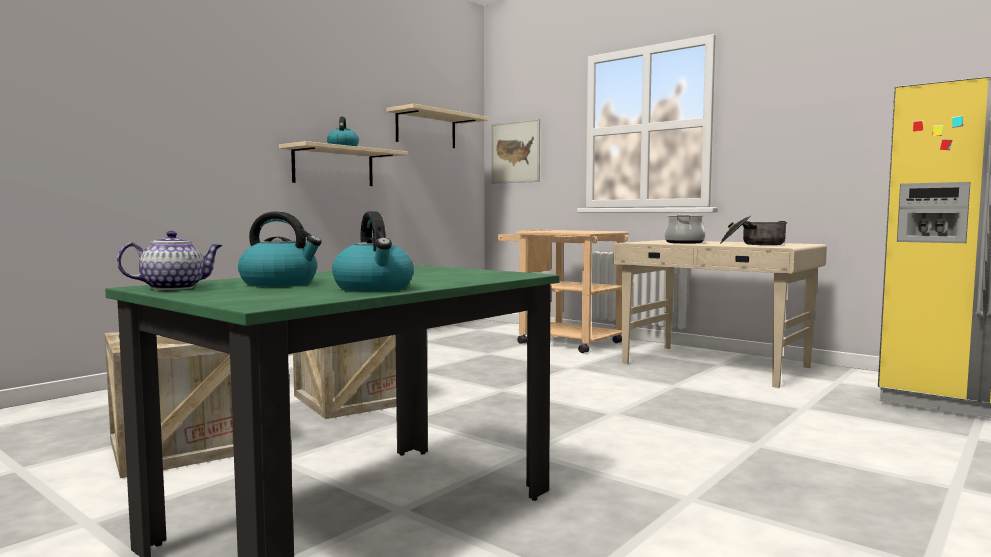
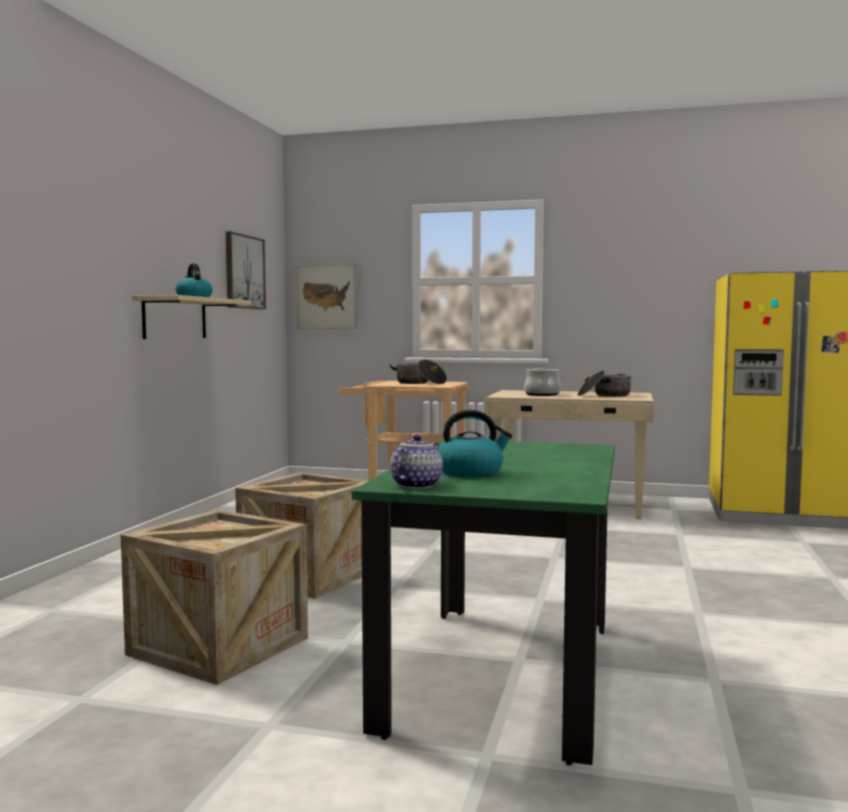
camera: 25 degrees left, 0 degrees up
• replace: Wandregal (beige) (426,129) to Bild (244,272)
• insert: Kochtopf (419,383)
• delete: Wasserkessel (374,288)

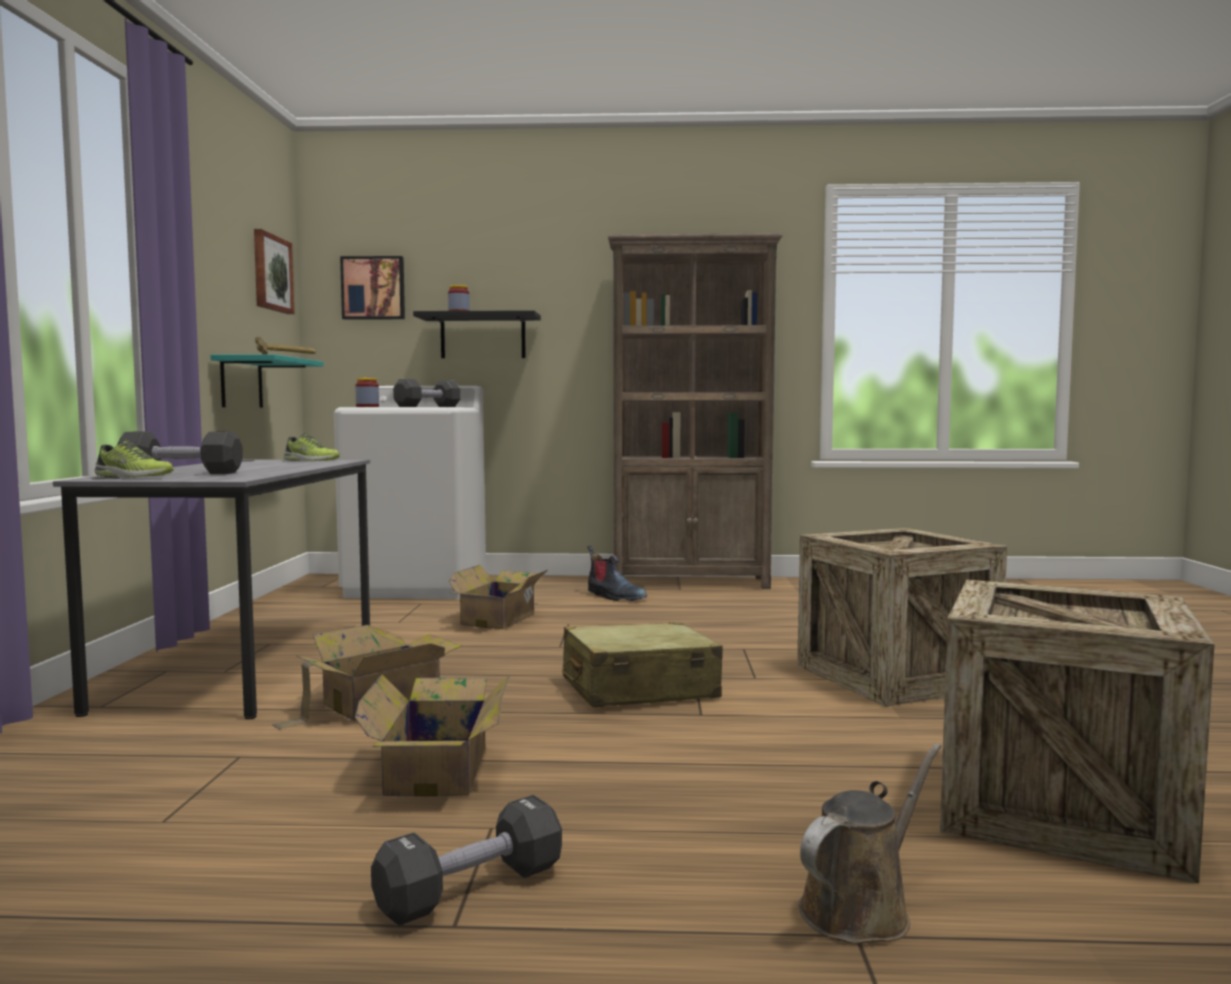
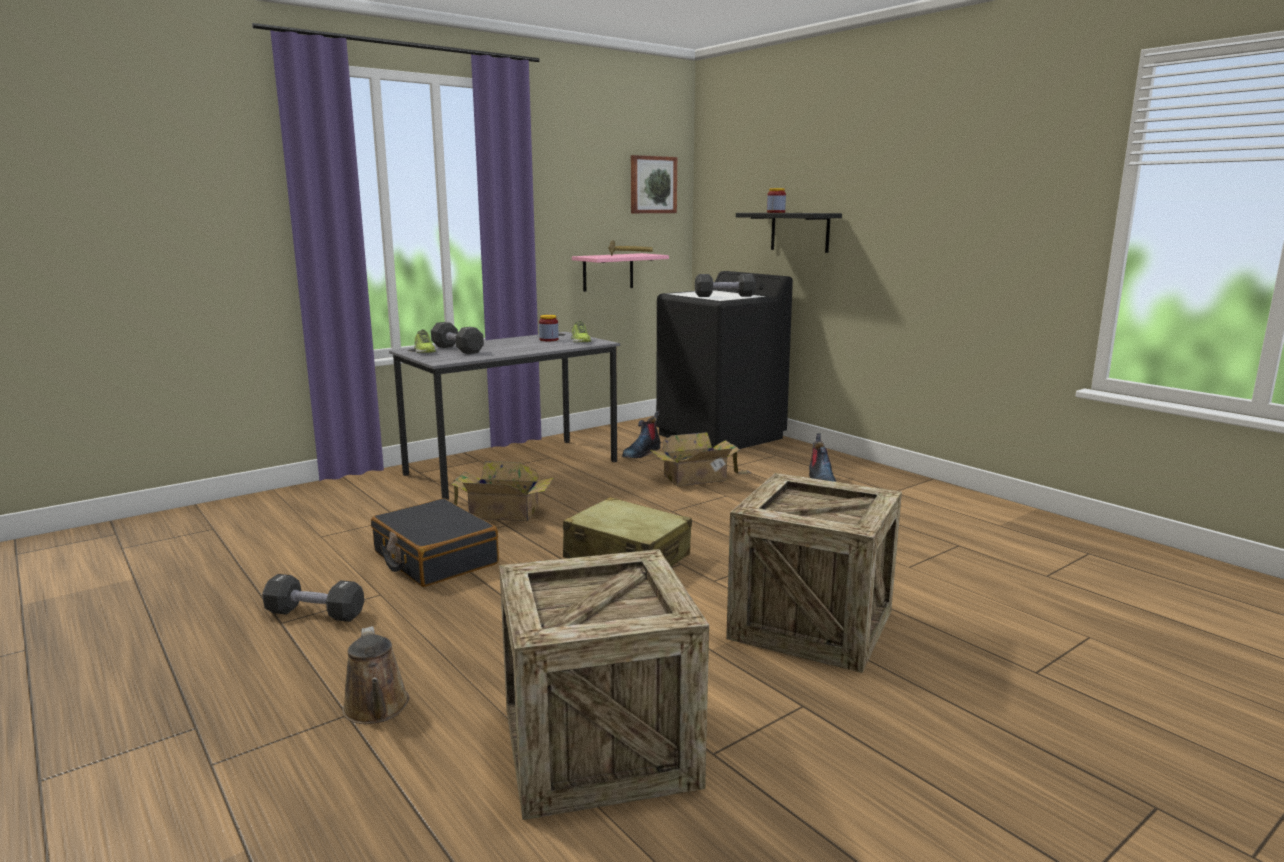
camera: 50 degrees right, 10 degrees up
• rotate: Gießkanne (braun) (861,909) = (377,709) 60 degrees clockwise
• replace: Karton (440,768) to Koffer (schwarz) (434,558)
• move: Vorratsglas (367,407) to (549,340)
• recolor: Wandregal (türkis) (241,382) to Wandregal (rosa) (608,272)
• insert: Stiefel (641,453)
• recolor: Waschmaschine (weiß) (417,586) to Waschmaschine (schwarz) (720,436)
• delete: Bild (373,288)
• delete: Bücherregal (braun) (691,582)

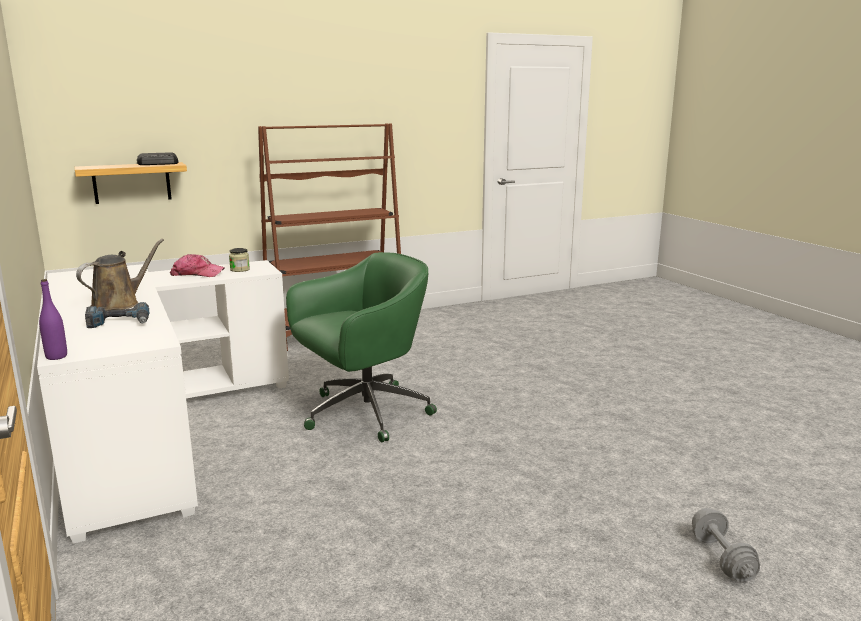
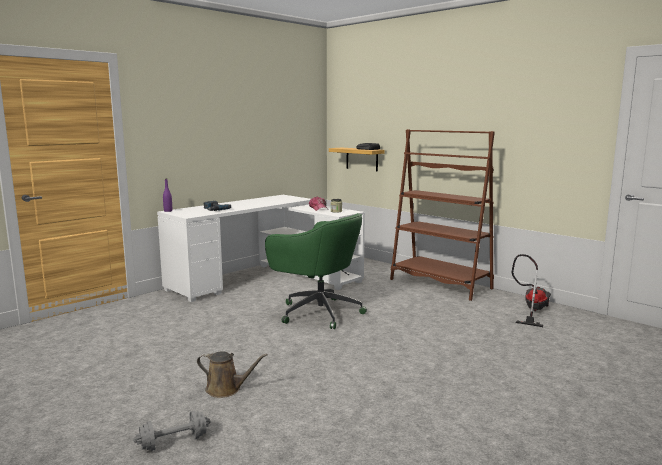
camera: 70 degrees right, 5 degrees down
• move: Gießkanne (braun) (119,303) to (226,389)
• insert: Staubsauger (531,310)

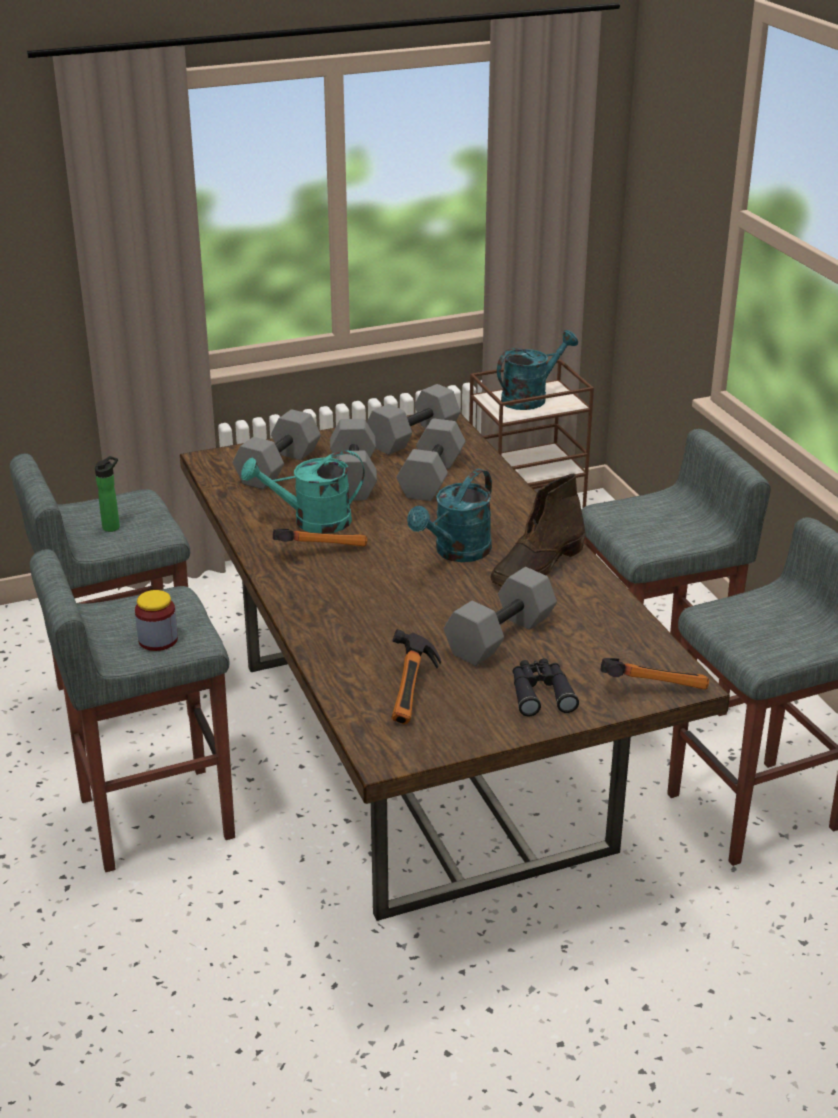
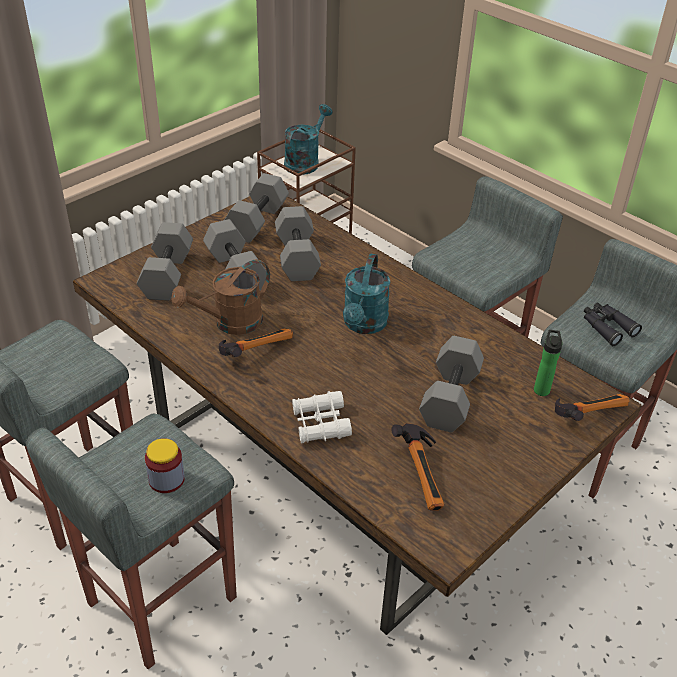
camera: 25 degrees left, 10 degrees up
• recolor: Gießkanne (türkis) (312,522) to Gießkanne (braun) (230,323)
• insert: Fernglas (weiß) (320,423)
• move: Flasche (113,526) to (541,389)
• move: Fernglas (schwarz) (540,693) to (606,327)
• delete: Stiefel (braun) (537,566)

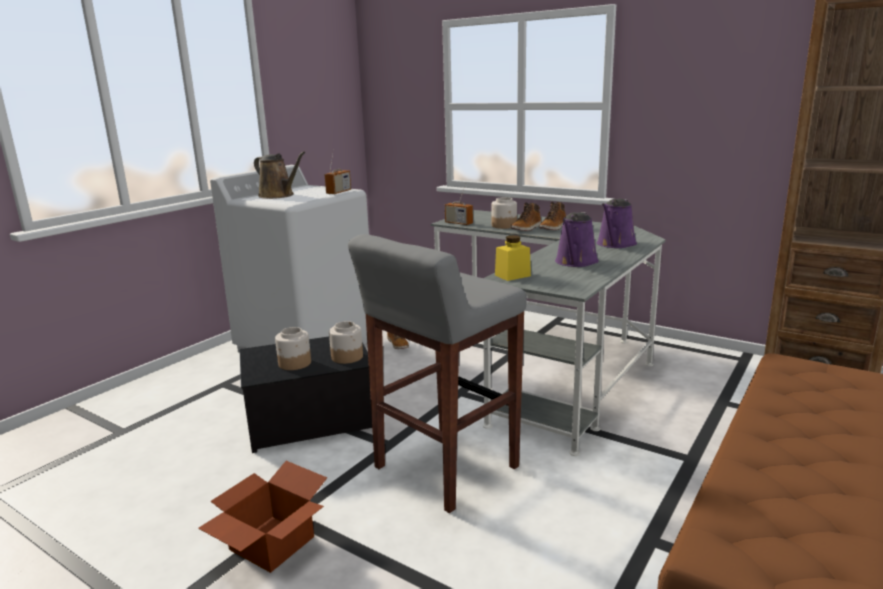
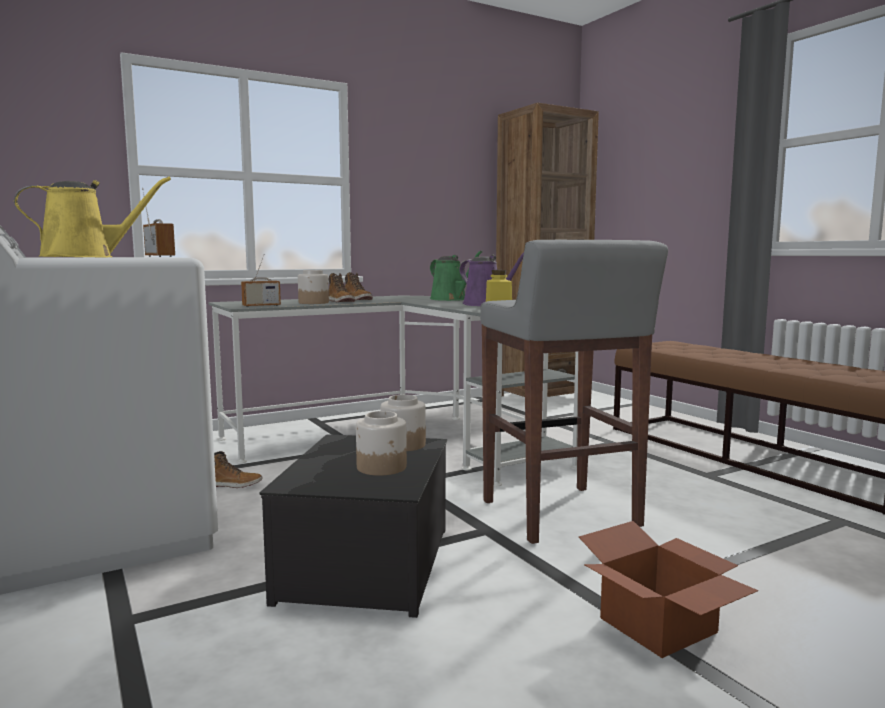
camera: 65 degrees left, 10 degrees down
• recolor: Gießkanne (braun) (278,195) to Gießkanne (gelb) (85,257)
• recolor: Gießkanne (lila) (615,244) to Gießkanne (grün) (450,299)

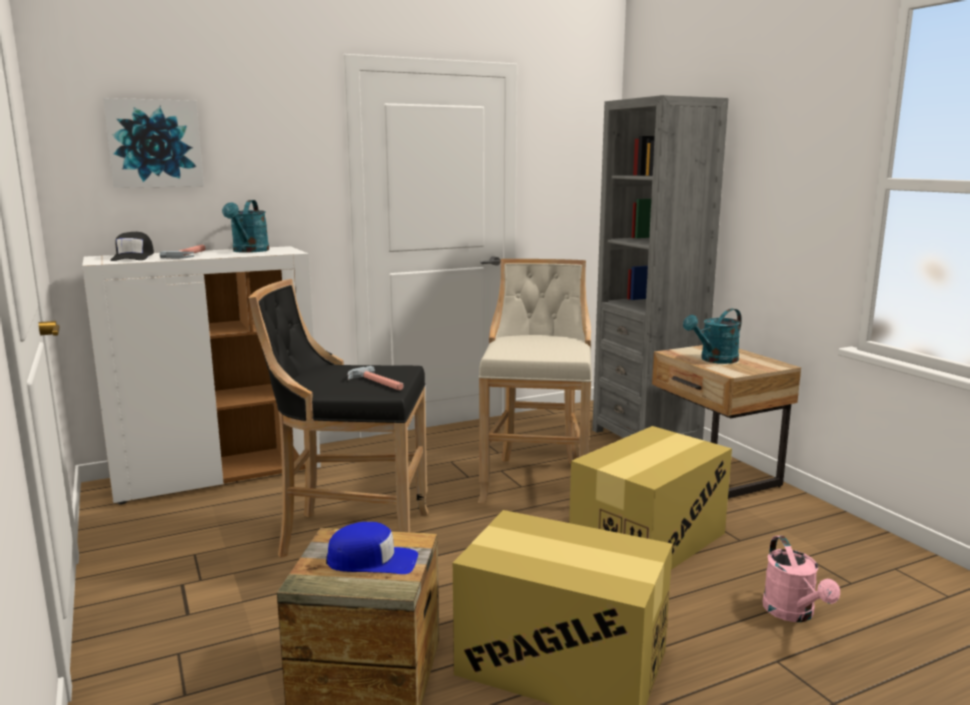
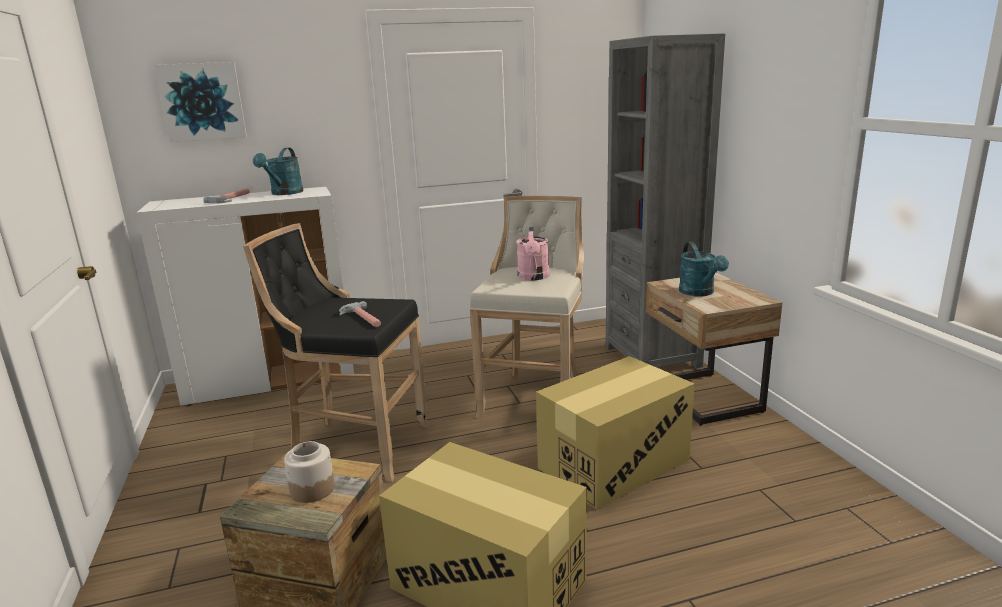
camera: 10 degrees right, 5 degrees up
• replace: Kappe (blau) (372,561) to Vorratsglas (312,489)
• move: Gießkanne (rosa) (793,614) to (534,277)
• rotate: Gießkanne (türkis) (714,360) = (699,293) 75 degrees counterclockwise
• delete: Kappe (schwarz) (133,257)

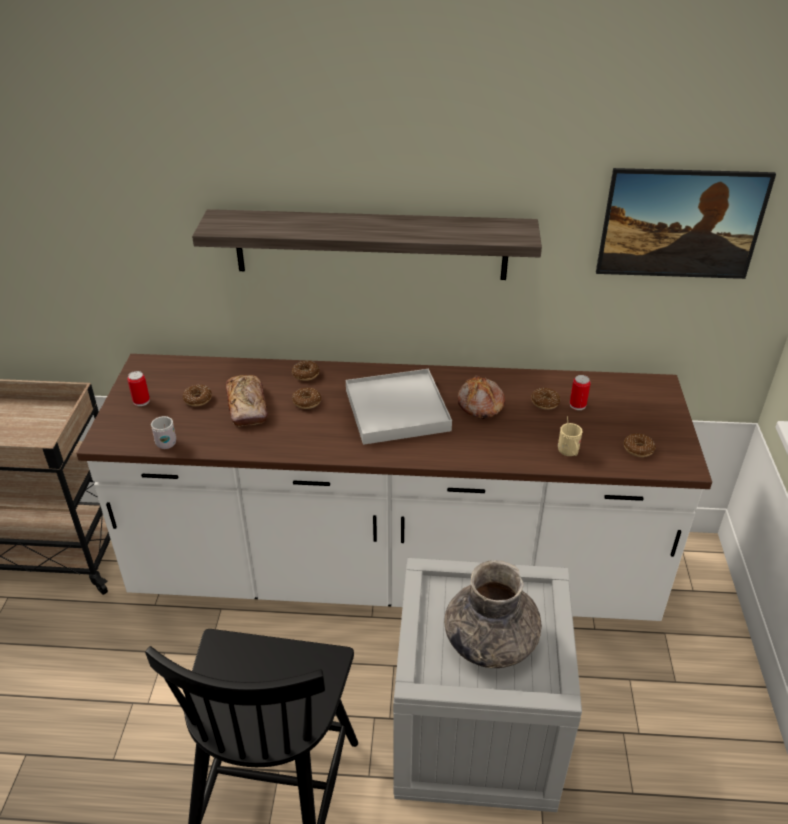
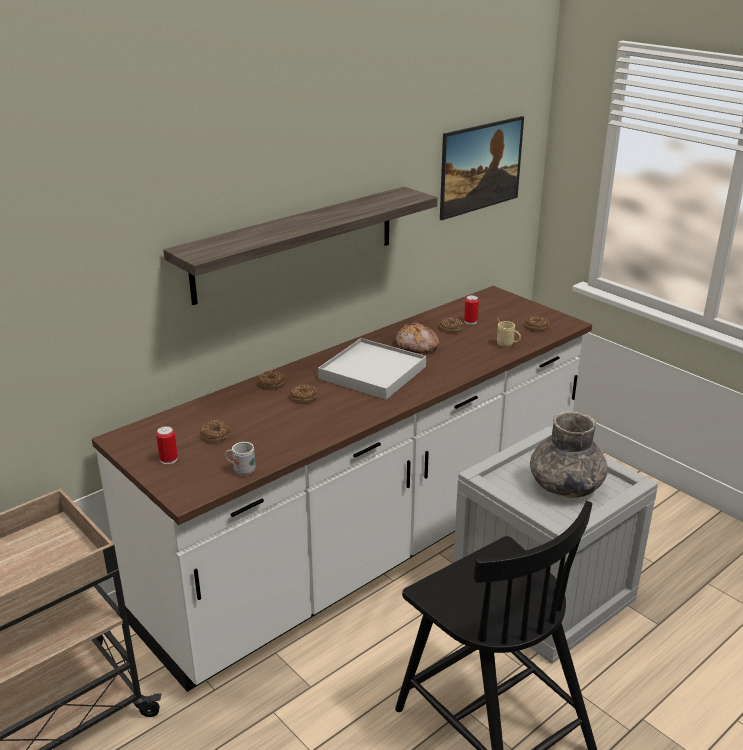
camera: 45 degrees left, 10 degrees down
• delete: Brot (247,406)

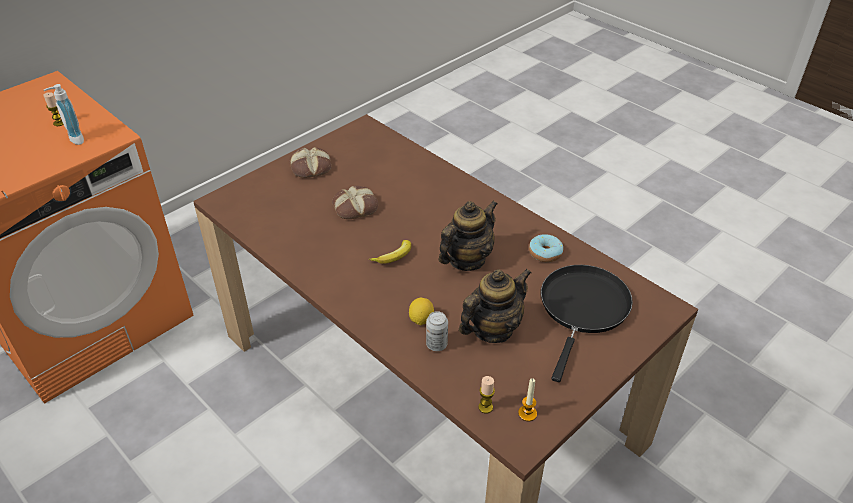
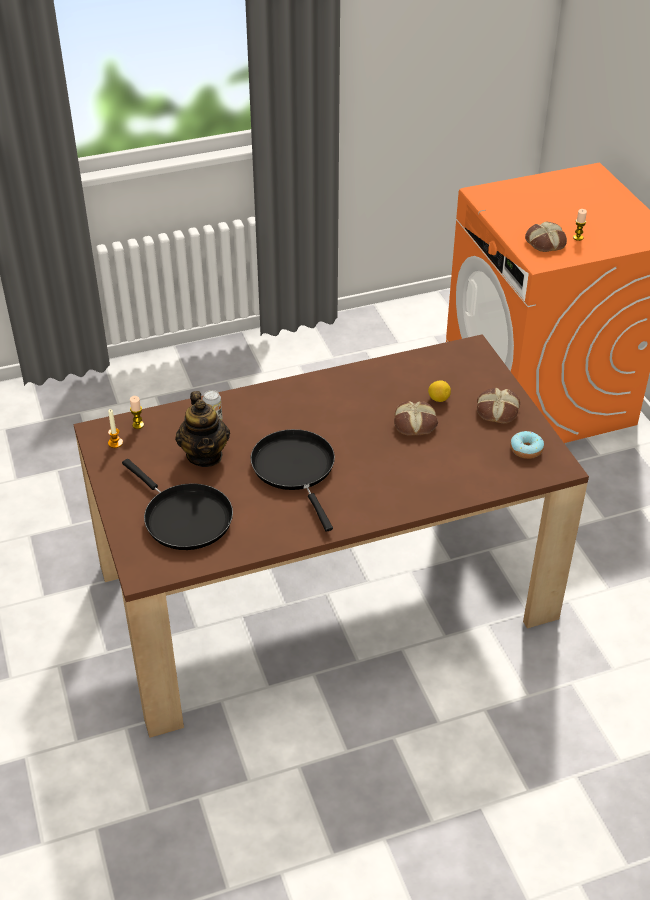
camera: 115 degrees right, 0 degrees up
• replace: Teekanne (466,259) to Pfanne (schwarz) (295,469)
• move: Zitrone (421,319) to (438,399)
• move: Donut (545,253) to (526,450)
• replace: Seifenspender (73,140) to Brot (544,242)
• delete: Banane (394,257)

